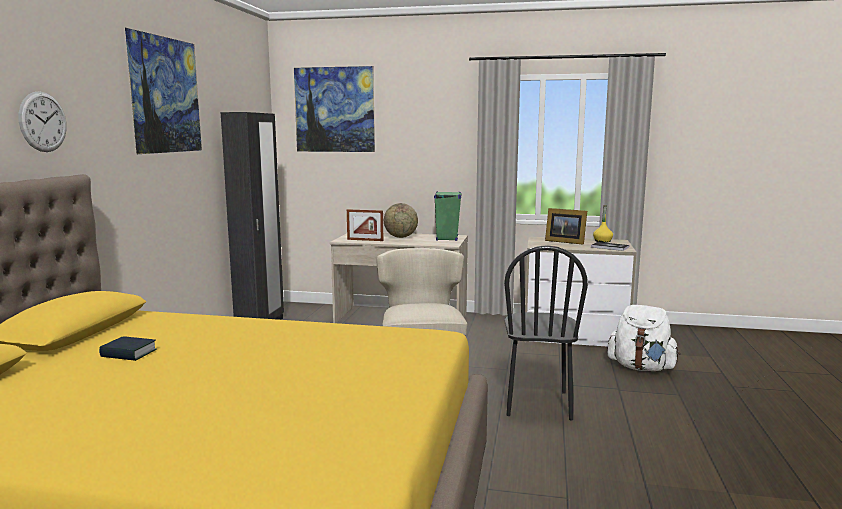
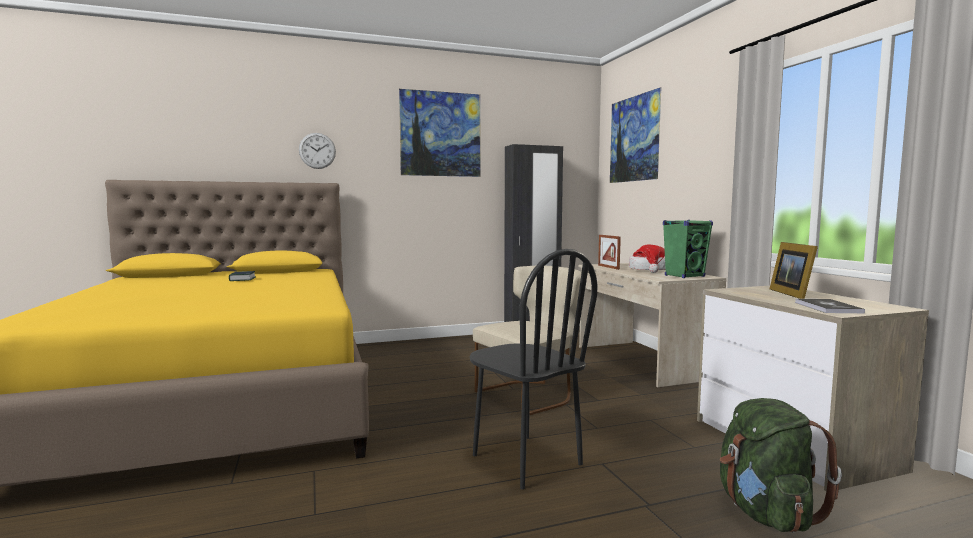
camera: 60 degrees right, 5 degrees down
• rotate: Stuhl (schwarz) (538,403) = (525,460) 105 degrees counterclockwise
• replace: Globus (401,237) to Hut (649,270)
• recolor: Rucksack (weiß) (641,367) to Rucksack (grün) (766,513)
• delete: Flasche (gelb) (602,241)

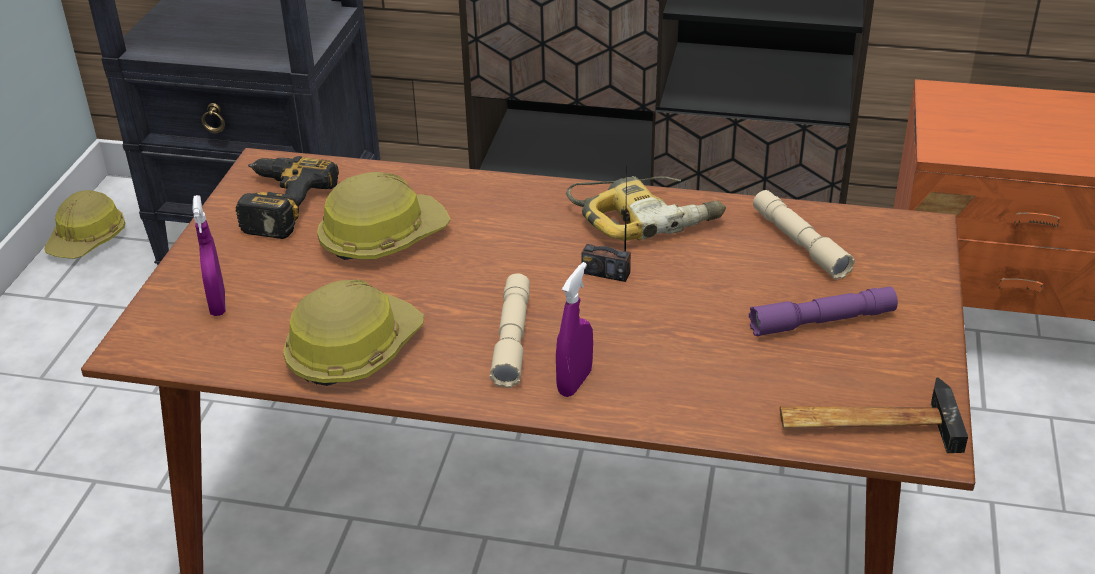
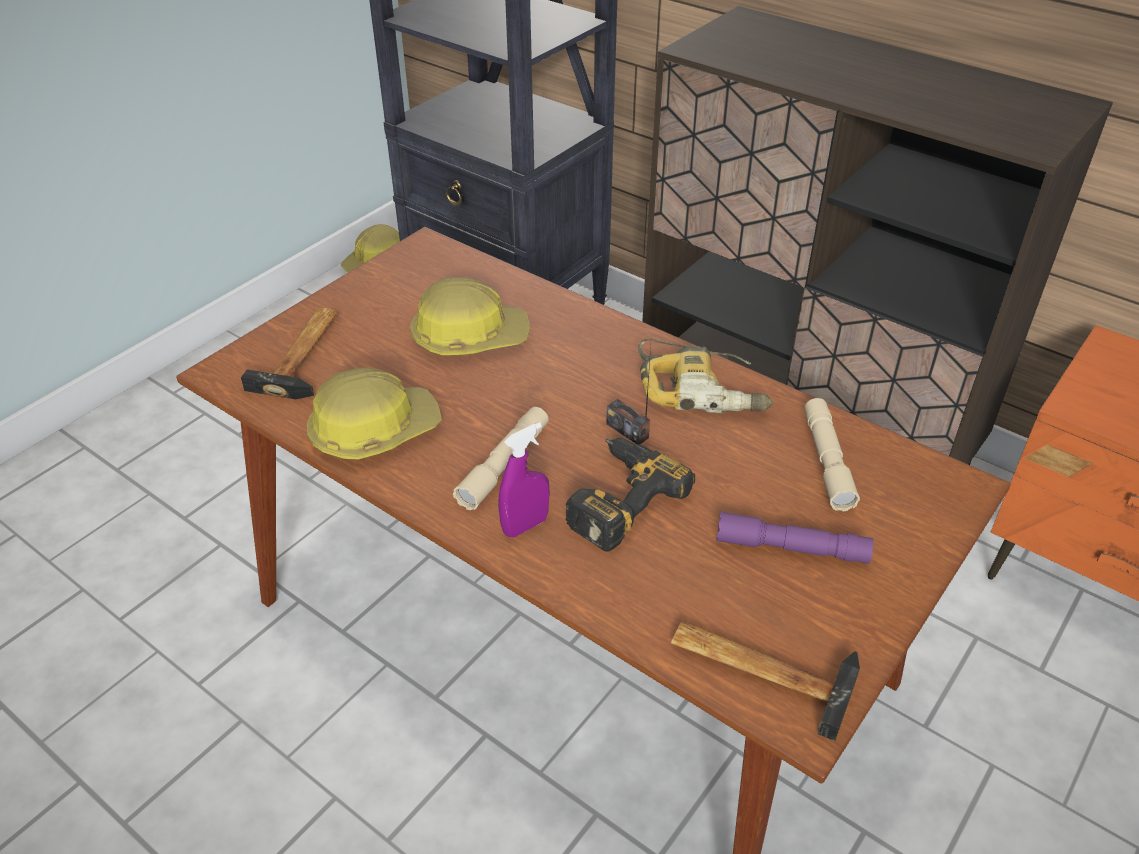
camera: 25 degrees right, 5 degrees up
• replace: Sprühflasche (lila) (218,304) to Hammer (306,355)
• move: Bohrmaschine (275,204) to (616,498)

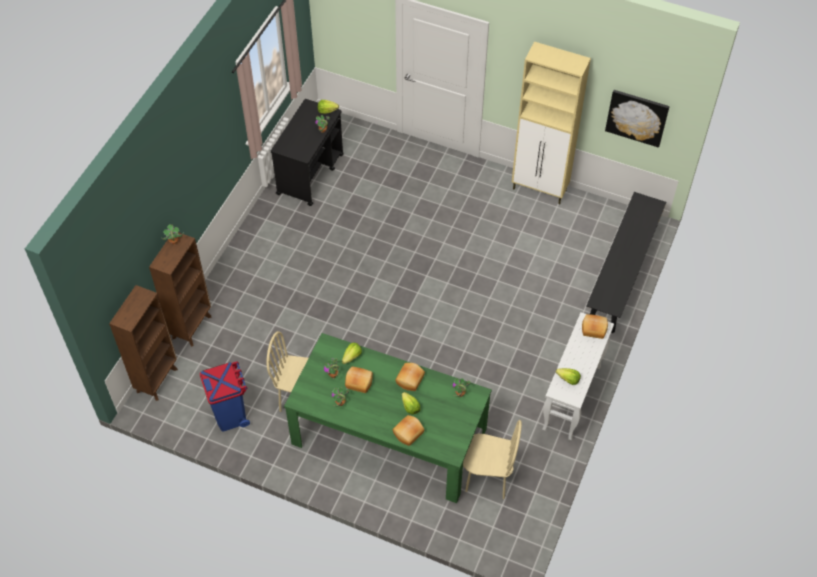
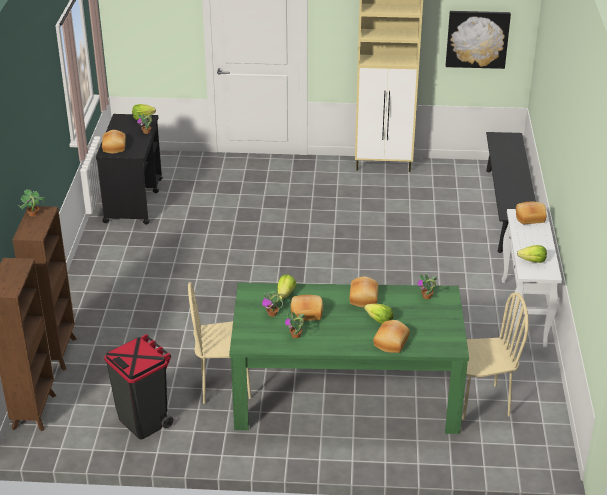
camera: 20 degrees left, 20 degrees down
• insert: Brot (115,147)
• recolor: Mülleimer (blau) (230,414) to Mülleimer (schwarz) (143,421)

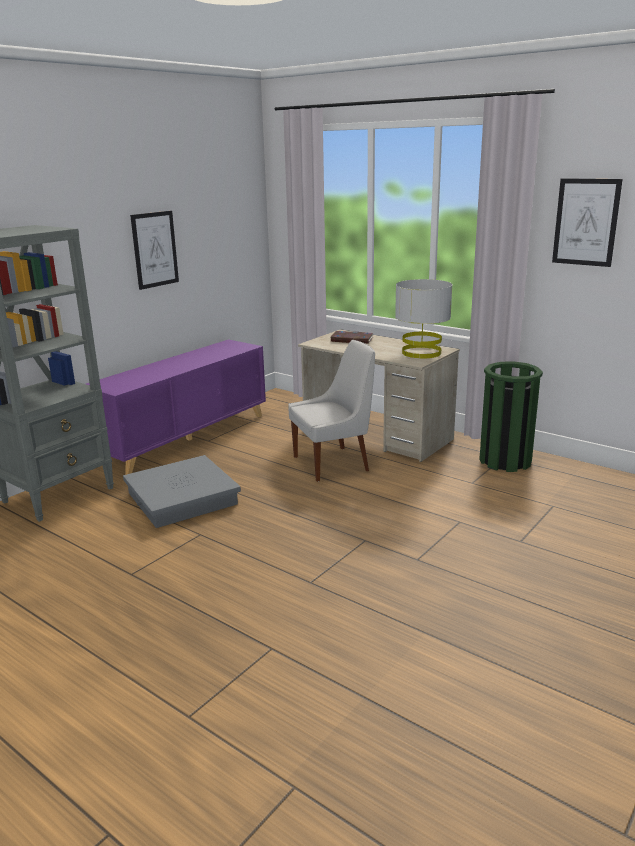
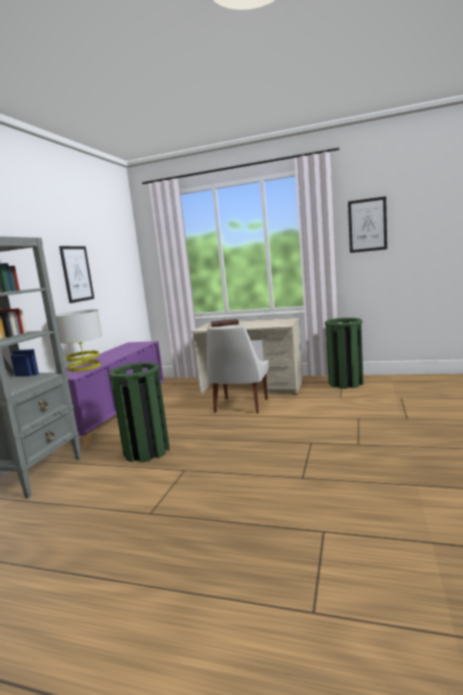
camera: 20 degrees left, 10 degrees down
• move: Tischlampe (grau) (421,353) to (84,367)
• replace: Aufbewahrungsbox (grau) (182,498) to Mülleimer (grün) (146,451)
• rotate: Stuhl (weiß) (334,463) = (240,406) 150 degrees clockwise

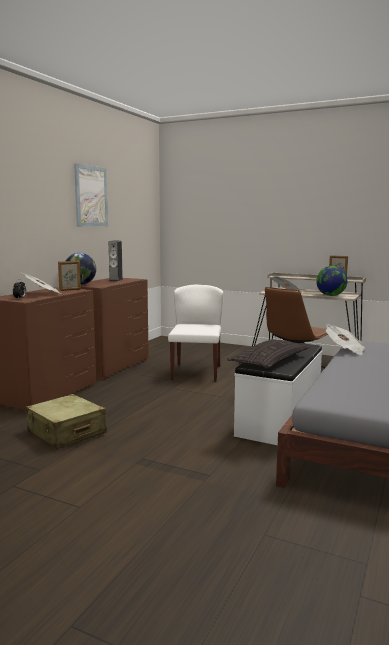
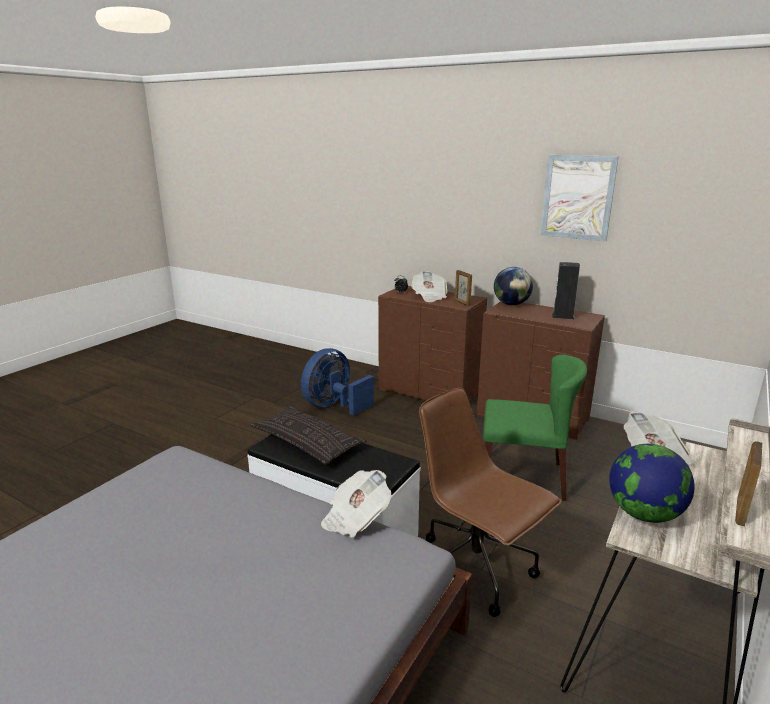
camera: 95 degrees right, 10 degrees up
• replace: Koffer (beige) (66,432) to Ventilator (blau) (334,406)
• recolor: Stuhl (weiß) (196,372) to Stuhl (grün) (524,476)

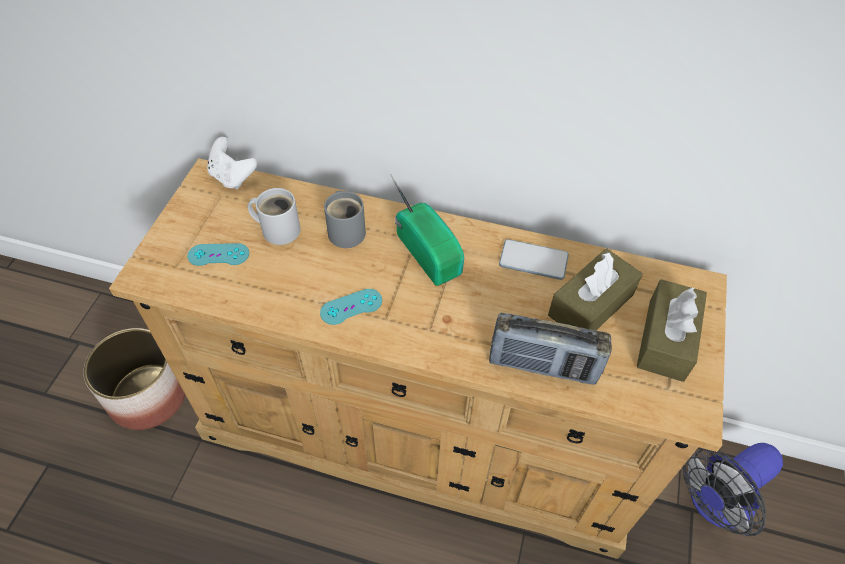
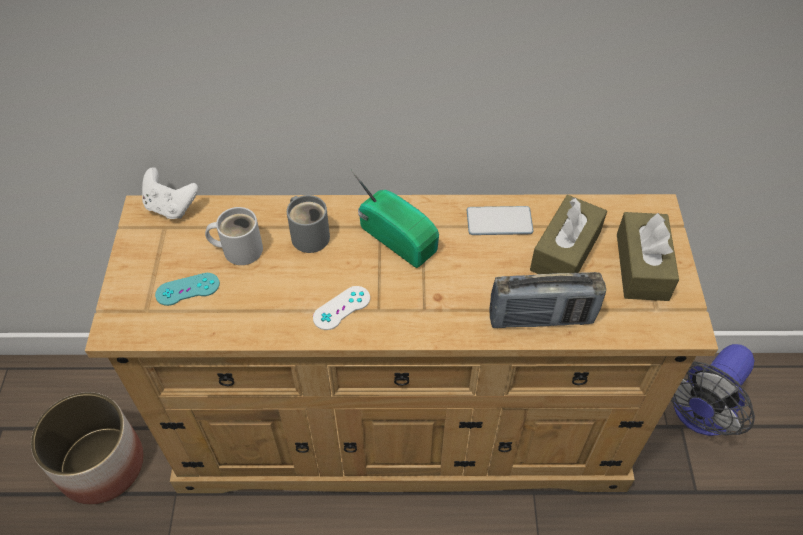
camera: 15 degrees left, 0 degrees up
• recolor: Gamepad (türkis) (351,307) to Gamepad (weiß) (341,308)

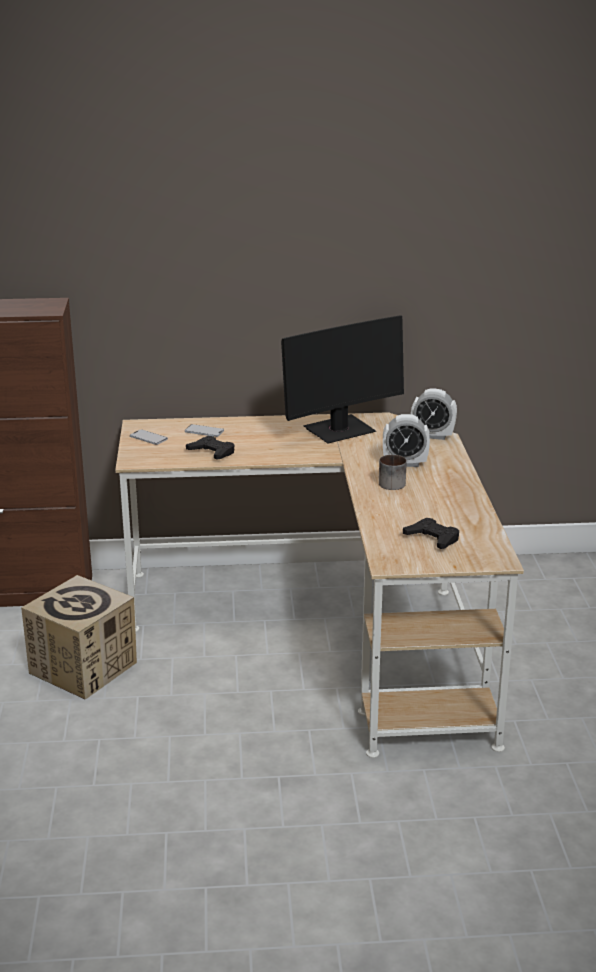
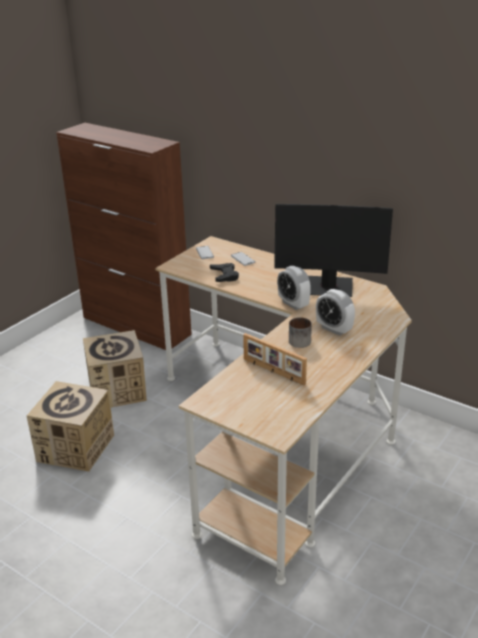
camera: 40 degrees right, 5 degrees up
• insert: Karton (76,448)
• insert: Bilderrahmen (273,371)
• move: Wecker (432,436) to (293,304)
• delete: Gamepad (schwarz) (432,538)

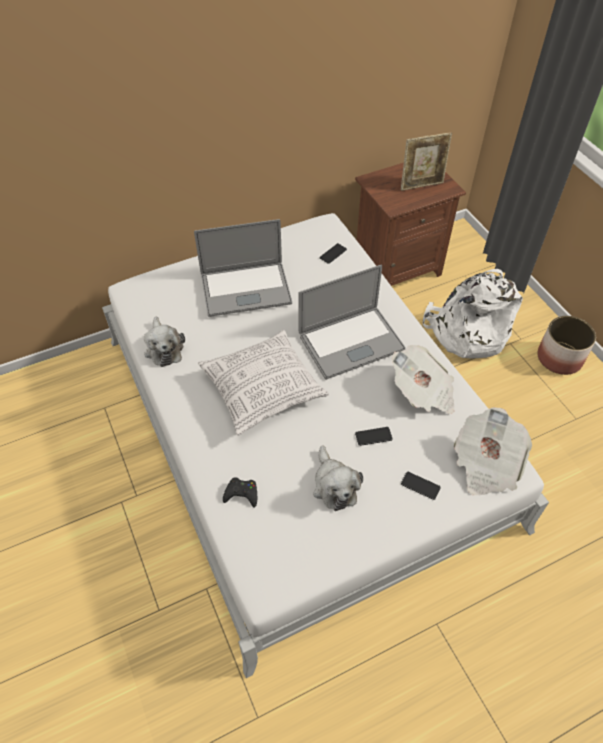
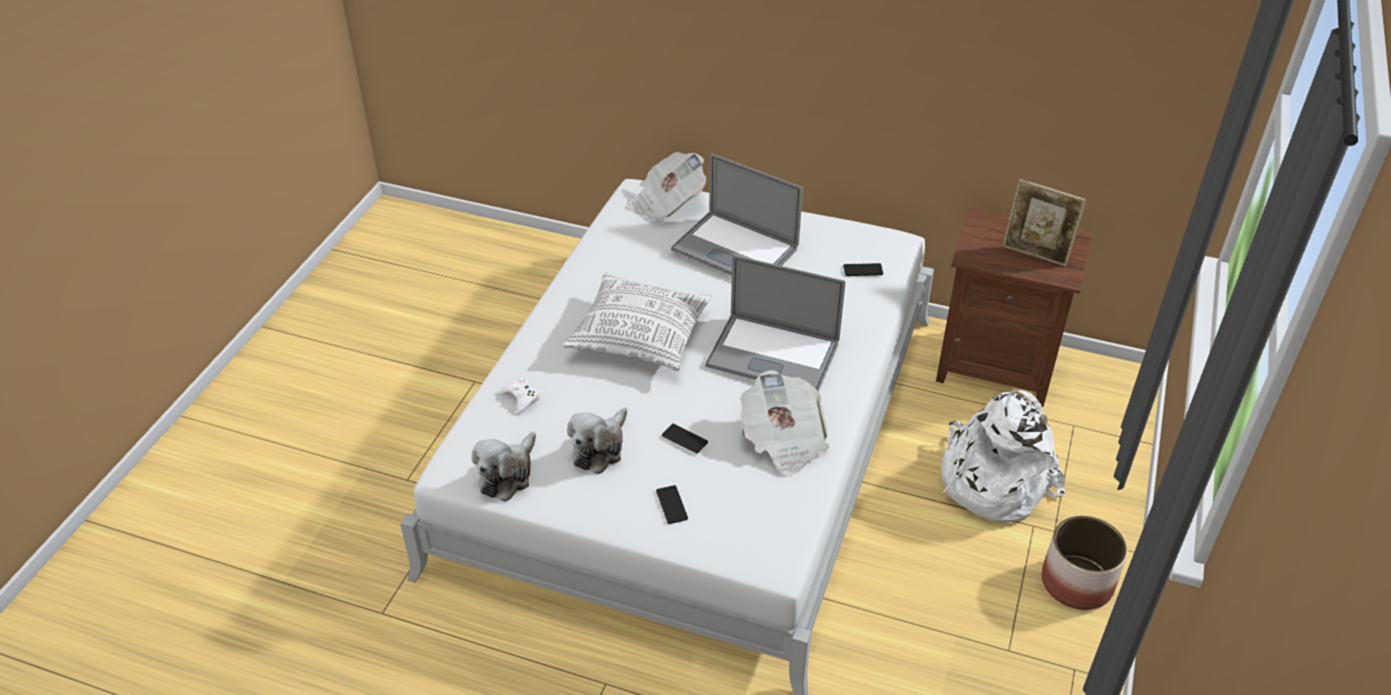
camera: 45 degrees right, 10 degrees down
• move: Plüschtier (164,348) to (507,474)
• recolor: Gamepad (schwarz) (242,494) to Gamepad (weiß) (521,398)
• move: Zeitung (486,464) to (667,204)

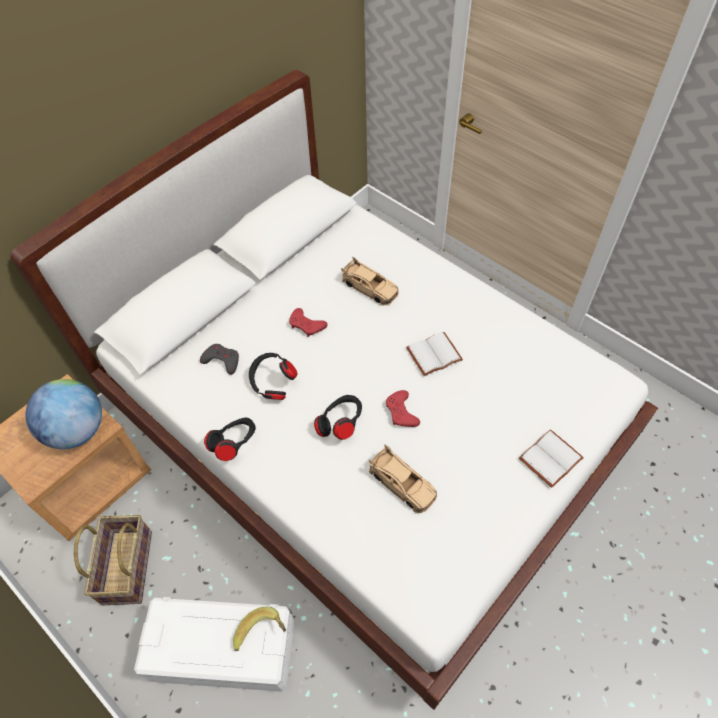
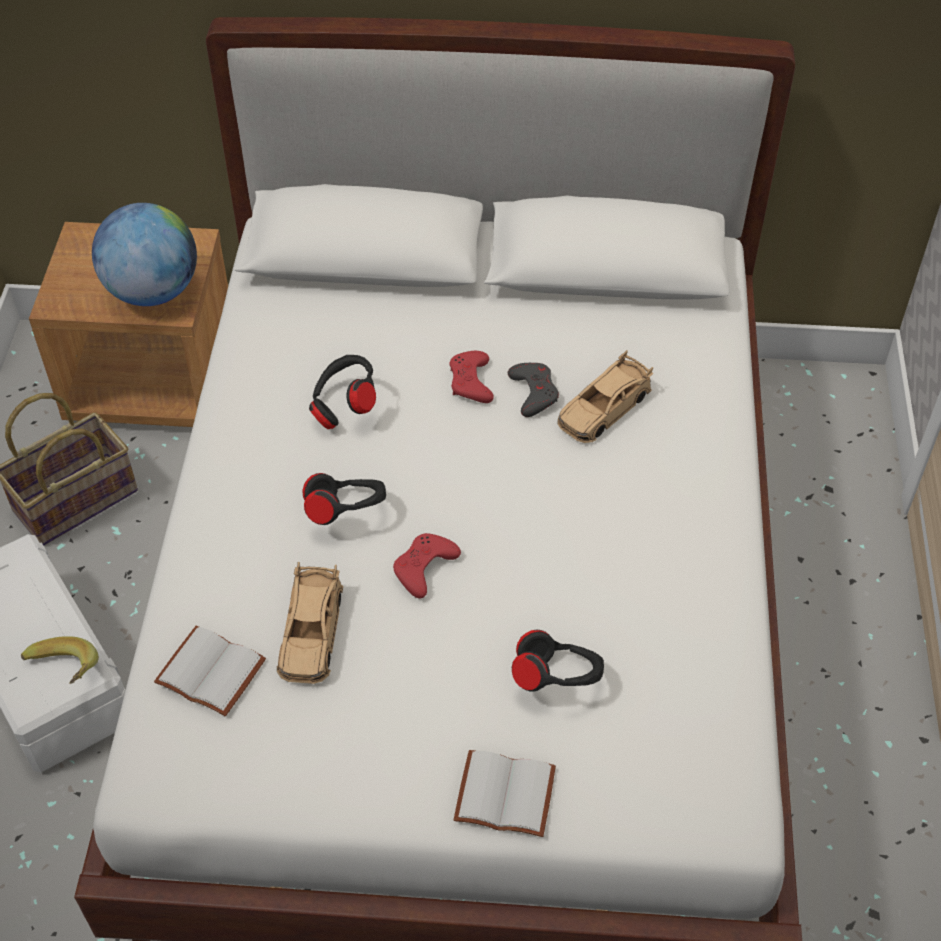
camera: 50 degrees right, 5 degrees down
• move: Buch (weiß) (434,356) to (208,673)
• move: Gamepad (grau) (222,360) to (533,392)
• move: Kopfhörer (schwarz) (235,444) to (557,680)
• rotate: Spielzeugauto (beige) (370,287) = (604,408) 45 degrees clockwise

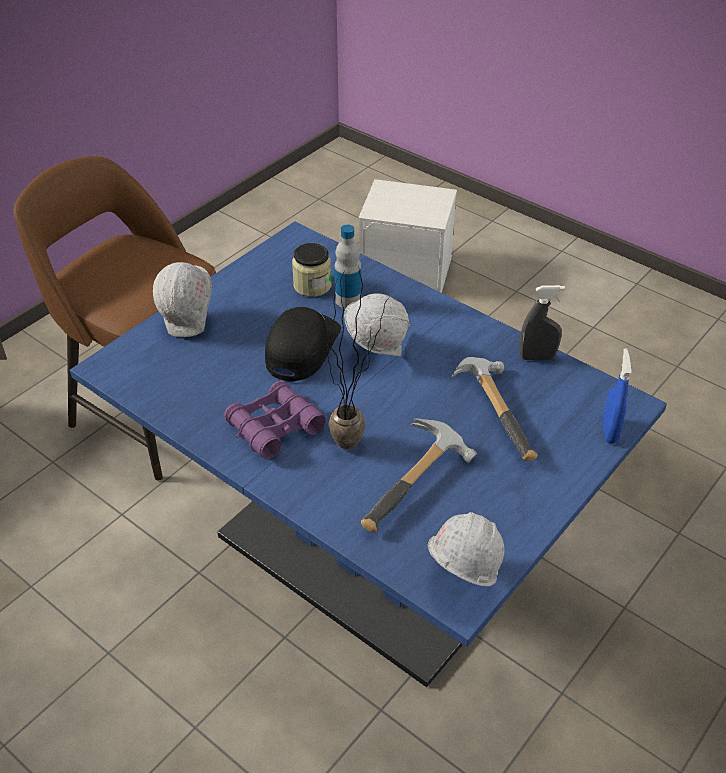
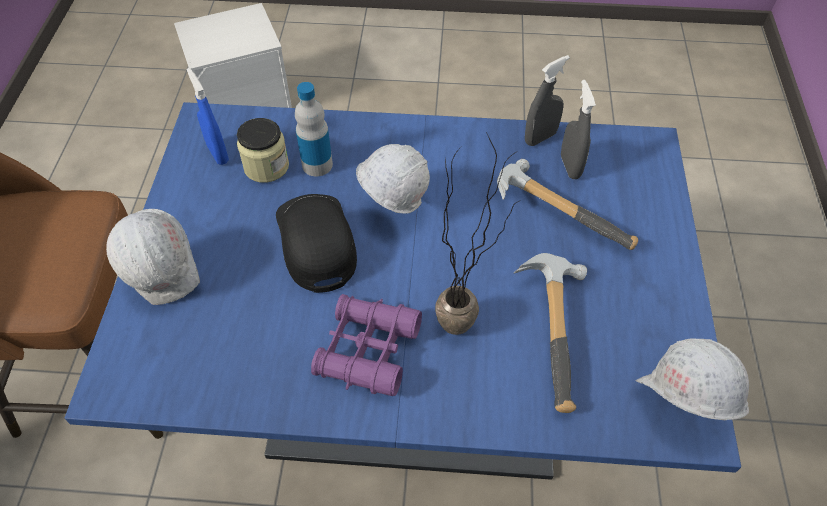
camera: 35 degrees left, 10 degrees up
• move: Sprühflasche (blau) (609,431) to (218,153)
• insert: Sprühflasche (grau) (570,167)

